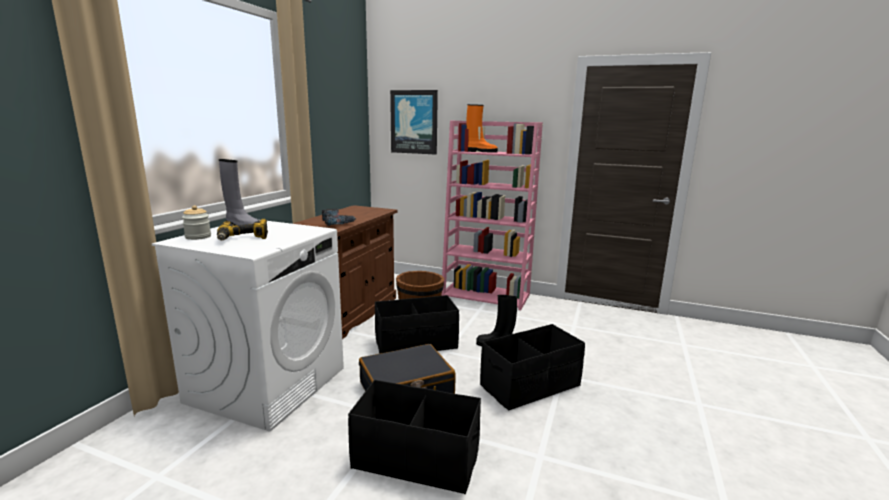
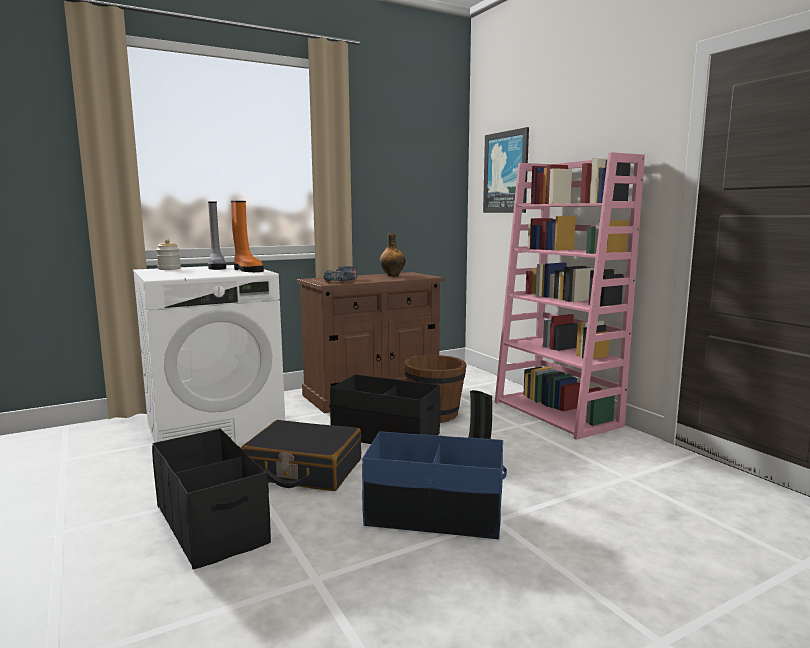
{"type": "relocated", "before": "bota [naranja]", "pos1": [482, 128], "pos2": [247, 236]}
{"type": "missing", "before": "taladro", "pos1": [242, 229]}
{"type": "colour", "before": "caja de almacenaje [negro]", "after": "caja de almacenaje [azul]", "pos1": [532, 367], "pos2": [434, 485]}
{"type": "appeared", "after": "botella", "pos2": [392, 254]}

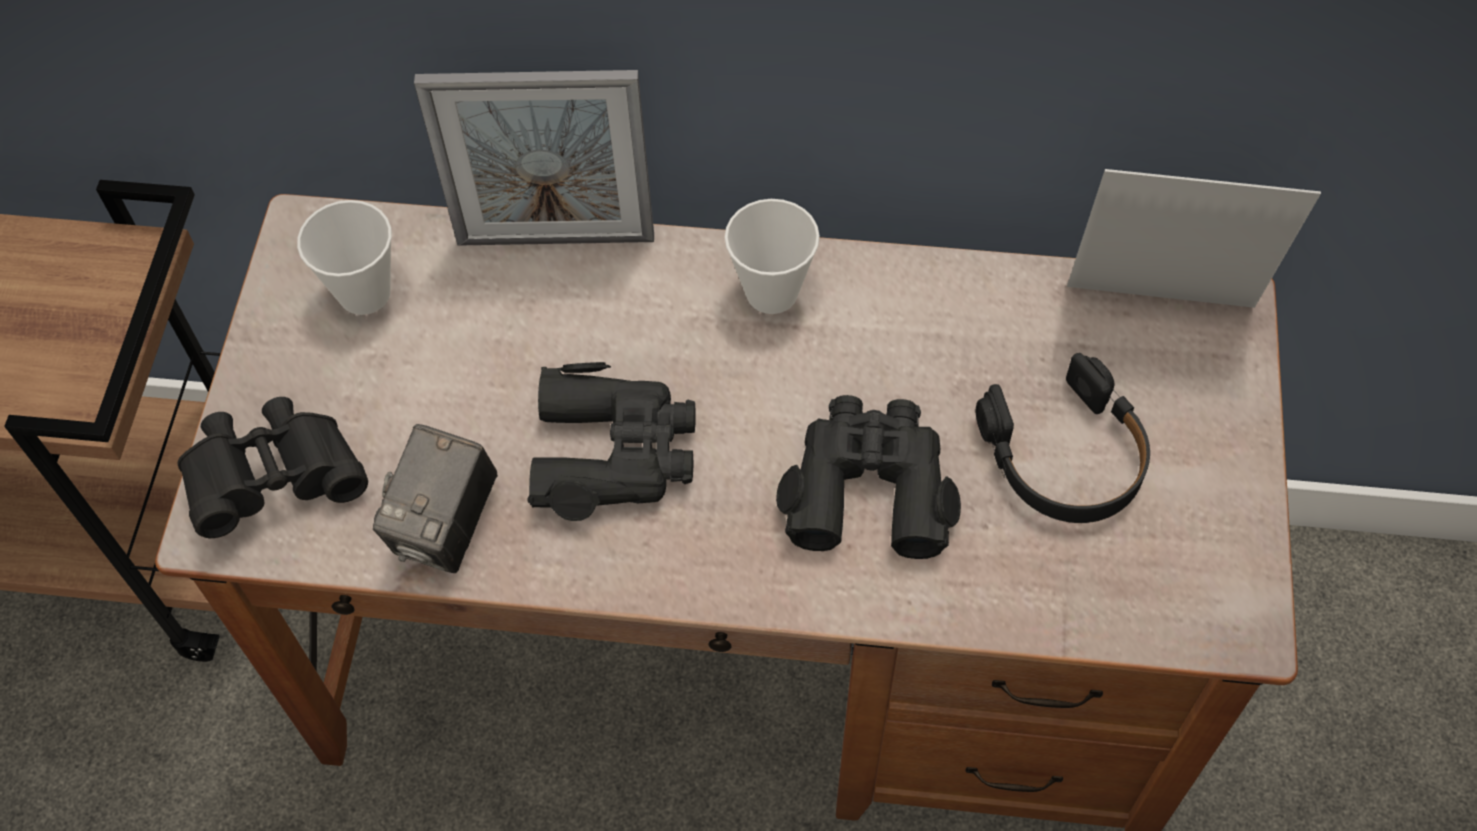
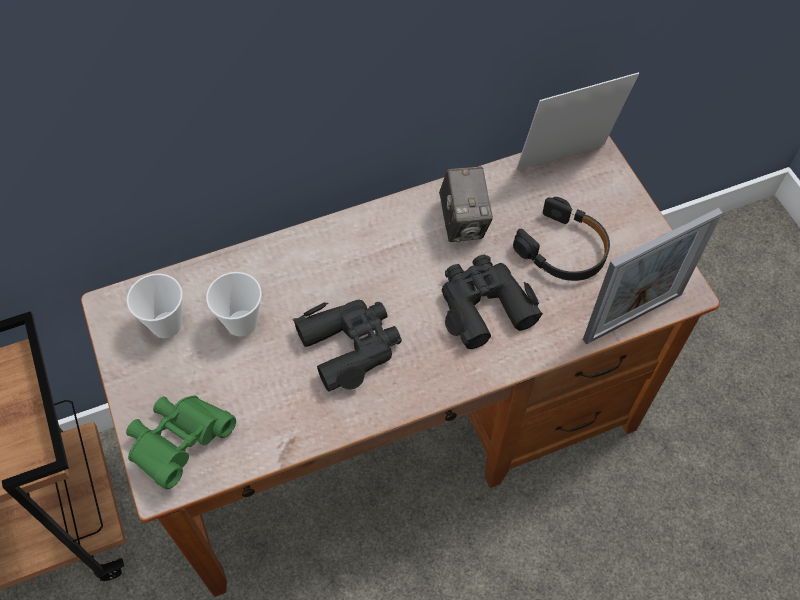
{"type": "relocated", "before": "portarretratos", "pos1": [534, 158], "pos2": [653, 276]}
{"type": "relocated", "before": "taza", "pos1": [772, 256], "pos2": [234, 304]}
{"type": "colour", "before": "prismáticos [negro]", "after": "prismáticos [verde]", "pos1": [272, 467], "pos2": [181, 442]}
{"type": "relocated", "before": "cámara", "pos1": [435, 498], "pos2": [466, 204]}

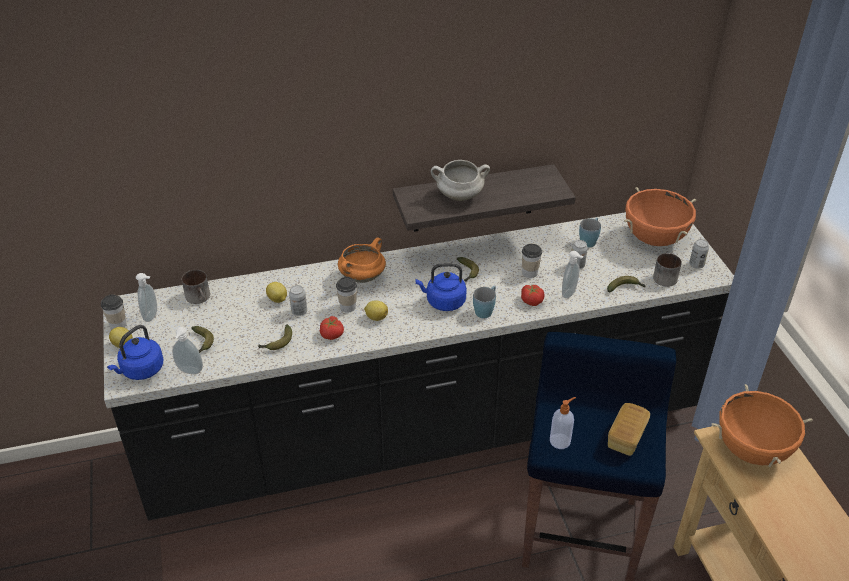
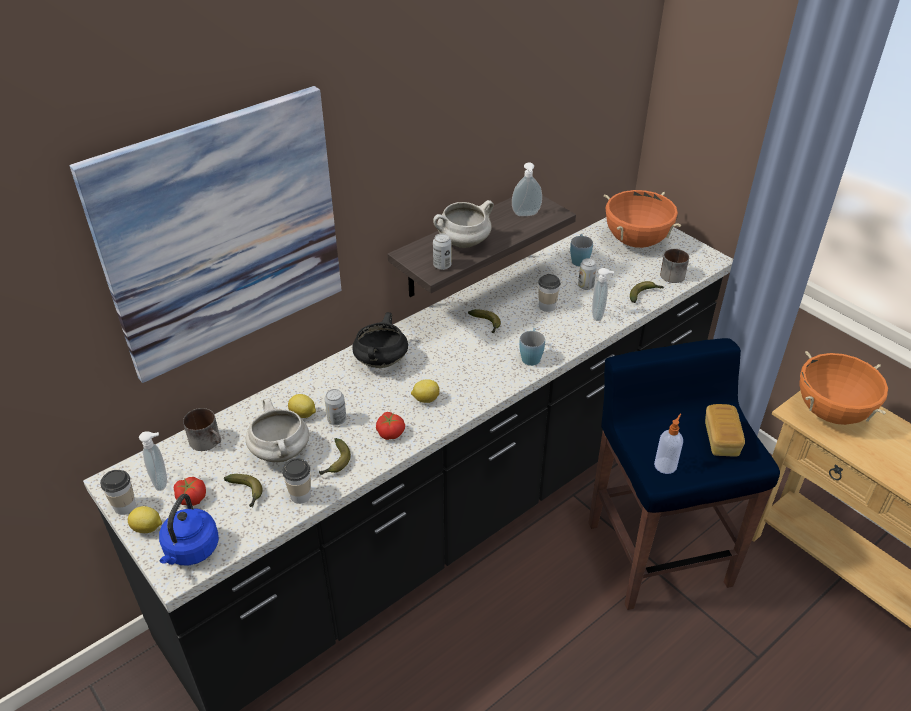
{"type": "colour", "before": "olla [naranja]", "after": "olla [negro]", "pos1": [362, 260], "pos2": [380, 340]}
{"type": "relocated", "before": "lata", "pos1": [699, 254], "pos2": [442, 251]}
{"type": "missing", "before": "hervidor [azul]", "pos1": [441, 287]}
{"type": "relocated", "before": "taza", "pos1": [346, 295], "pos2": [296, 481]}
{"type": "relocated", "before": "tomate", "pos1": [532, 295], "pos2": [189, 491]}
{"type": "relocated", "before": "dispensador de jabón", "pos1": [187, 350], "pos2": [527, 189]}
{"type": "appeared", "after": "cuadro", "pos2": [205, 234]}
{"type": "appeared", "after": "olla [blanco]", "pos2": [277, 430]}

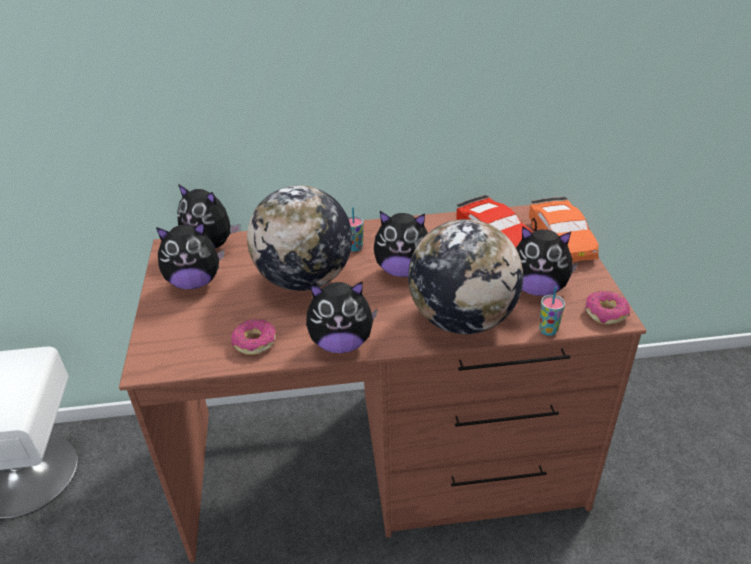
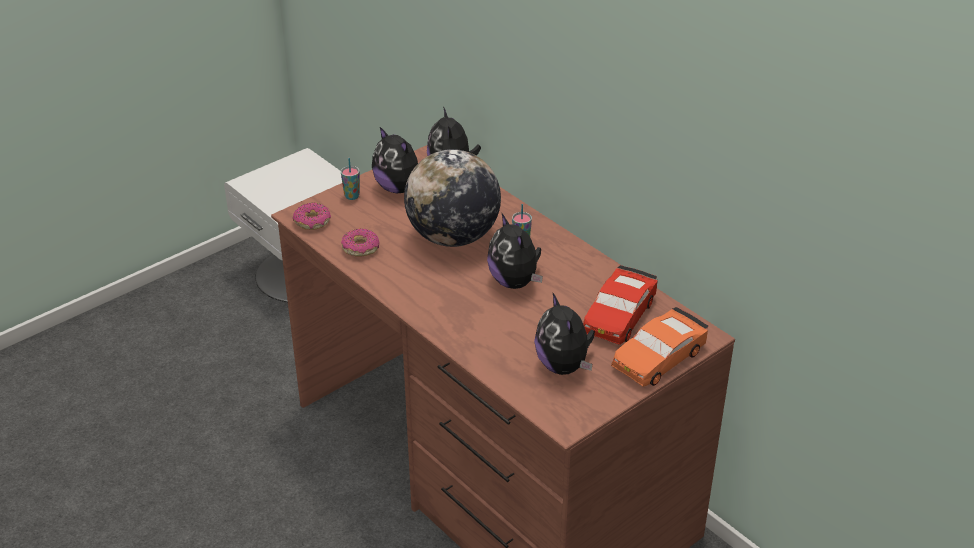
{"type": "missing", "before": "globo terráqueo", "pos1": [465, 276]}
{"type": "missing", "before": "peluche", "pos1": [341, 317]}
{"type": "relocated", "before": "taza", "pos1": [552, 311], "pos2": [350, 179]}
{"type": "relocated", "before": "rosquilla", "pos1": [607, 307], "pos2": [312, 216]}

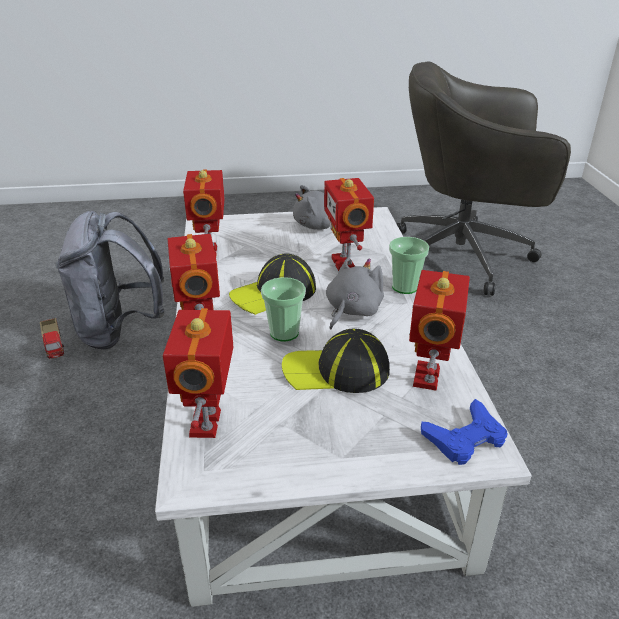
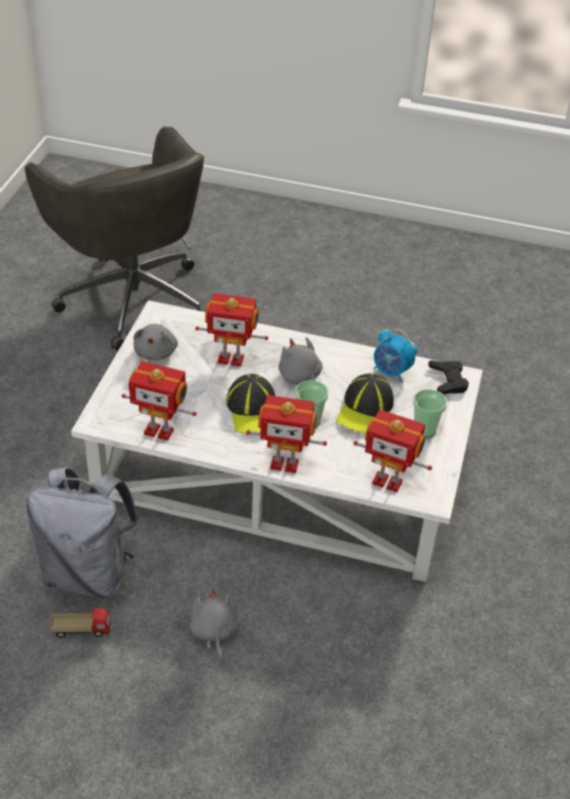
{"type": "spun", "before": "silla de oficina [gris]", "pos1": [484, 179], "pos2": [115, 239], "turn": -60}
{"type": "relocated", "before": "taza", "pos1": [409, 265], "pos2": [430, 413]}
{"type": "exchanged", "before": "robot de juguete", "after": "despertador", "pos1": [439, 330], "pos2": [395, 355]}
{"type": "colour", "before": "mando de consola [azul]", "after": "mando de consola [negro]", "pos1": [464, 432], "pos2": [448, 377]}
{"type": "appeared", "after": "peluche [gris]", "pos2": [214, 625]}

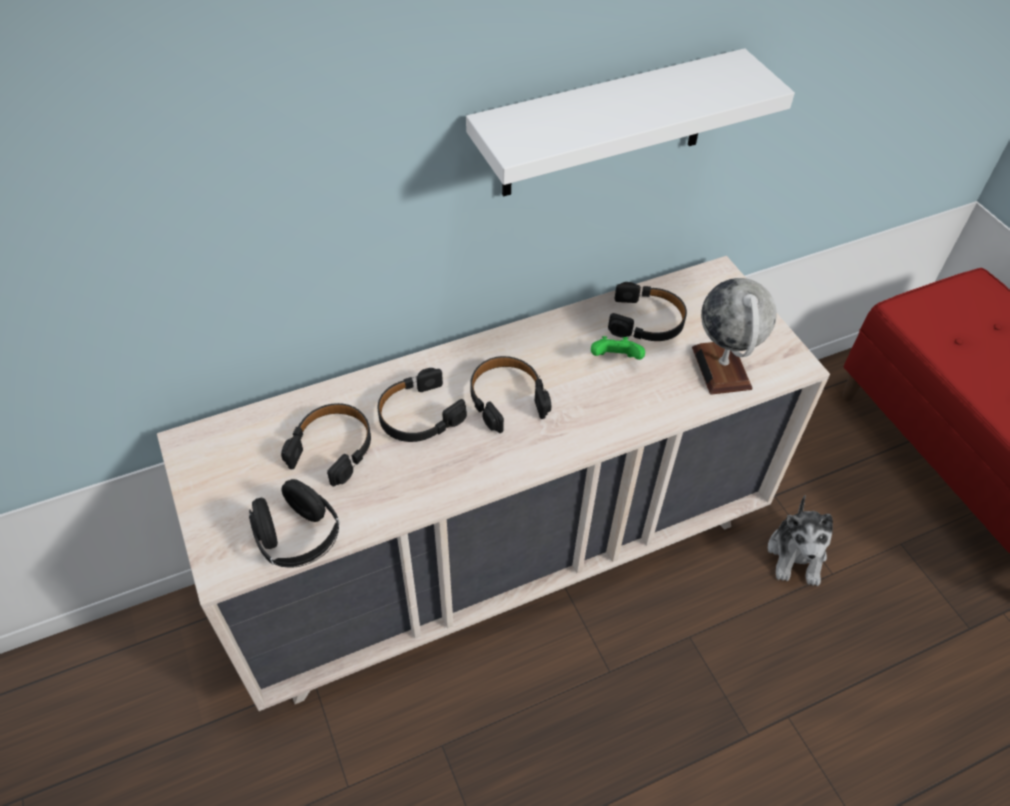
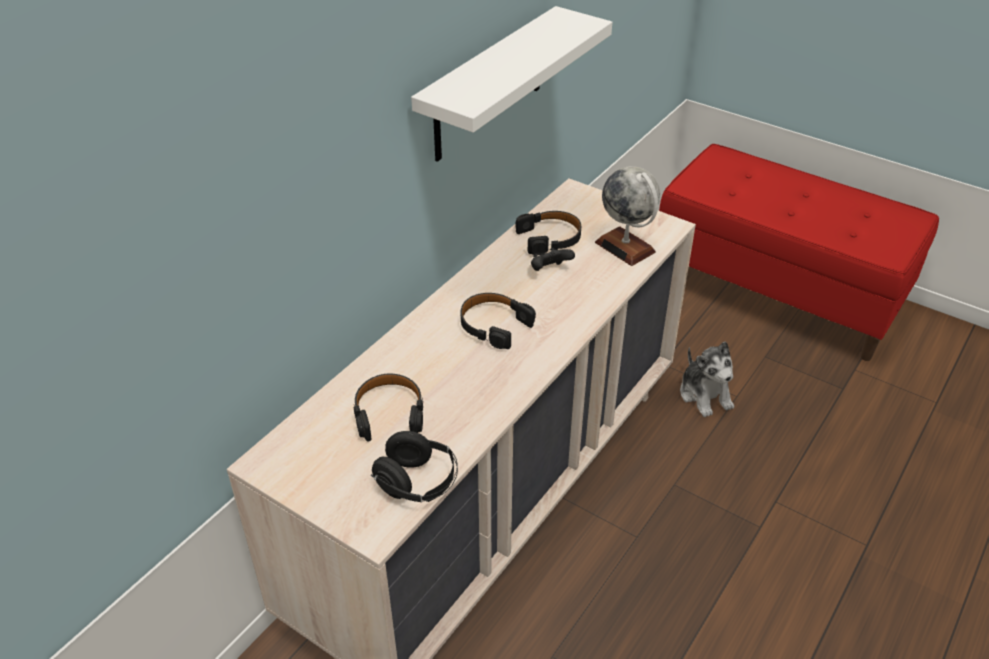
{"type": "colour", "before": "mando de consola [verde]", "after": "mando de consola [negro]", "pos1": [618, 348], "pos2": [553, 259]}
{"type": "missing", "before": "auriculares [negro]", "pos1": [422, 405]}

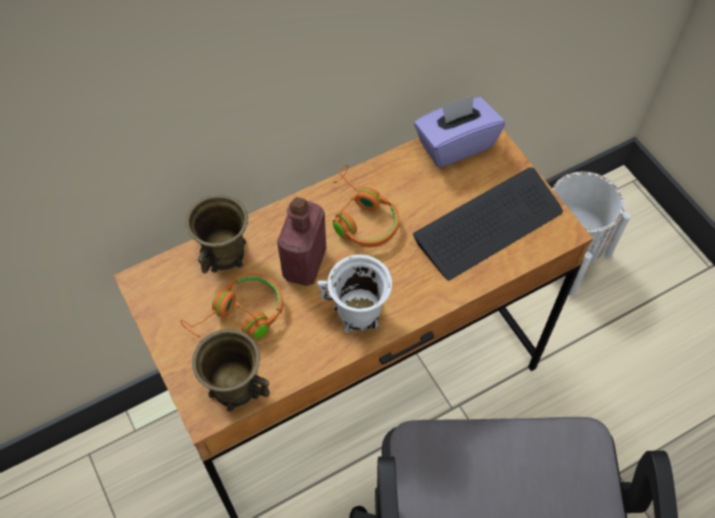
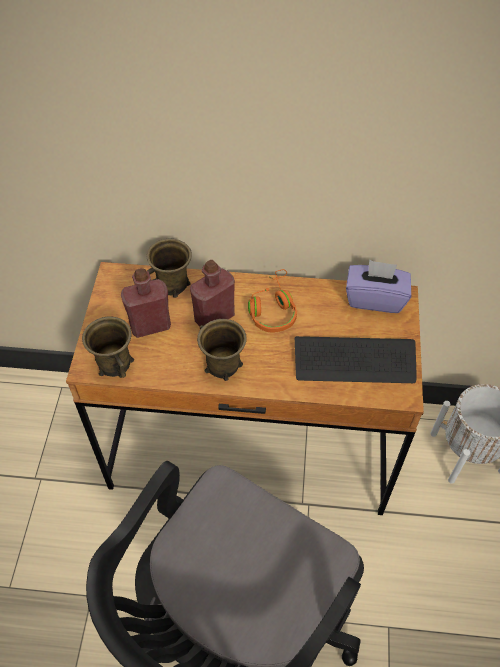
{"type": "colour", "before": "taza grande [blanco]", "after": "taza grande [marrón]", "pos1": [354, 294], "pos2": [222, 350]}
{"type": "exchanged", "before": "auriculares [naranja]", "after": "botella [rojo]", "pos1": [231, 306], "pos2": [146, 303]}

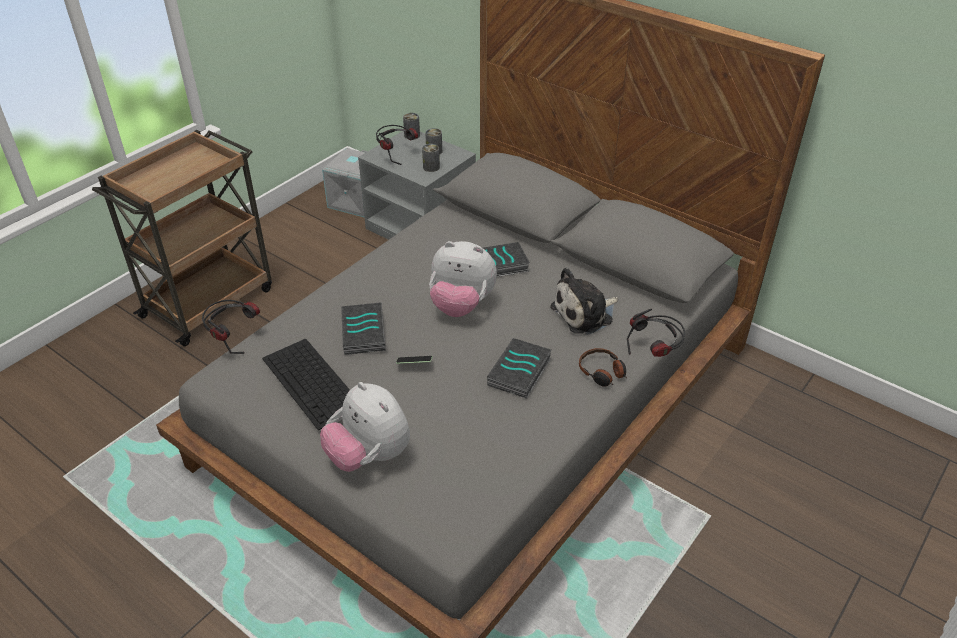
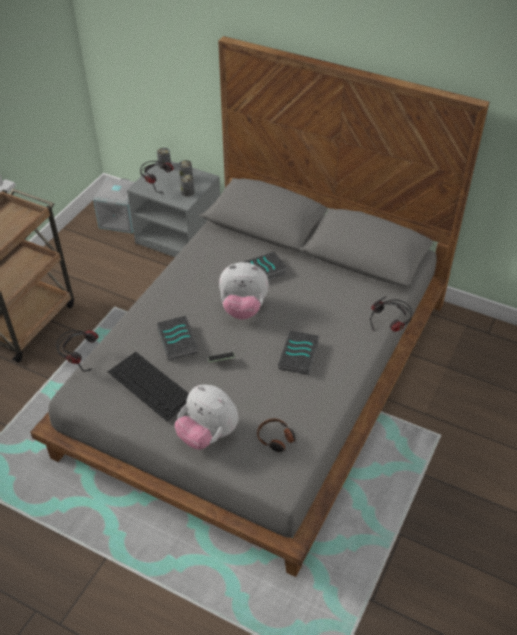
{"type": "missing", "before": "peluche", "pos1": [584, 301]}
{"type": "relocated", "before": "auriculares", "pos1": [603, 367], "pos2": [276, 435]}

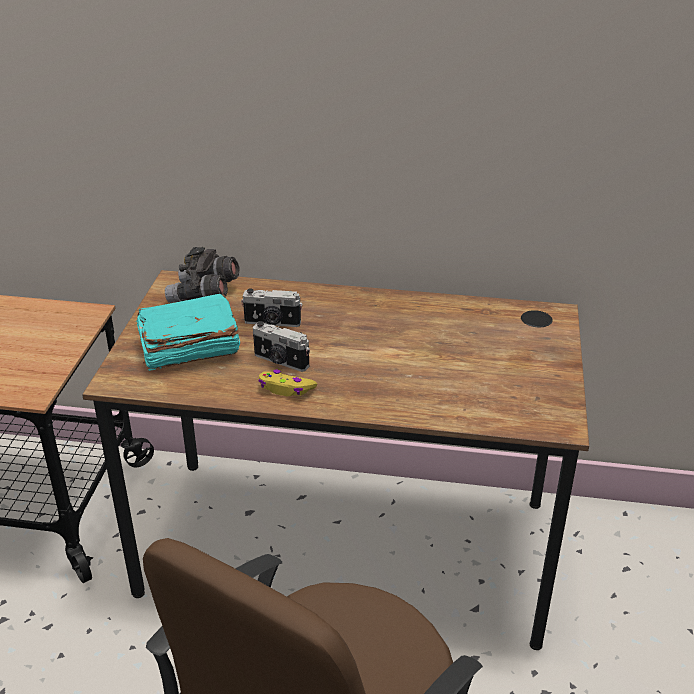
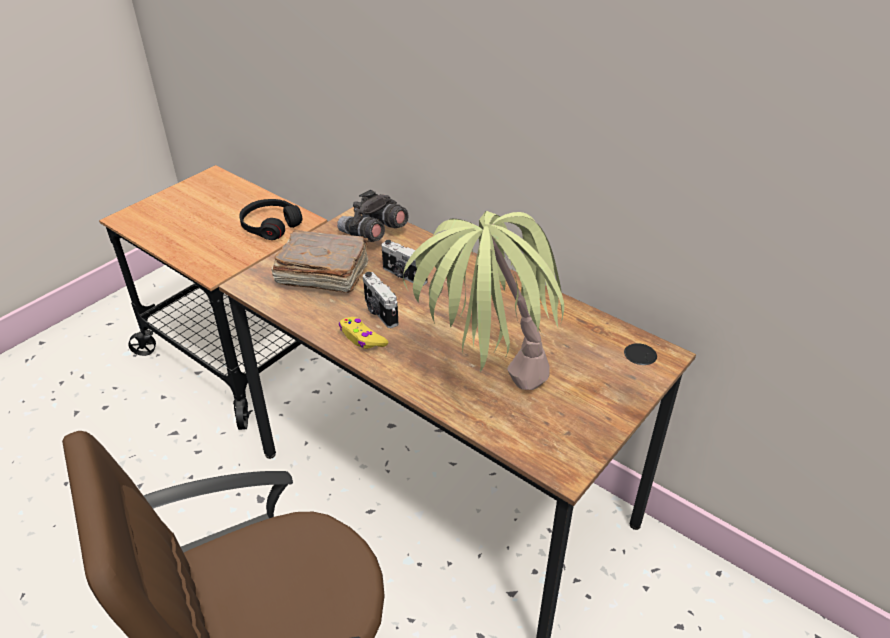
{"type": "colour", "before": "libro [turquesa]", "after": "libro [marrón]", "pos1": [188, 332], "pos2": [320, 261]}
{"type": "appeared", "after": "auriculares [negro]", "pos2": [270, 219]}
{"type": "appeared", "after": "planta en maceta", "pos2": [483, 300]}

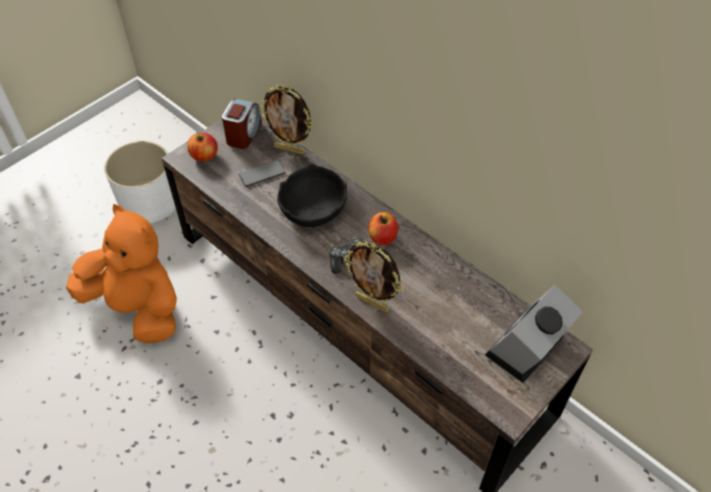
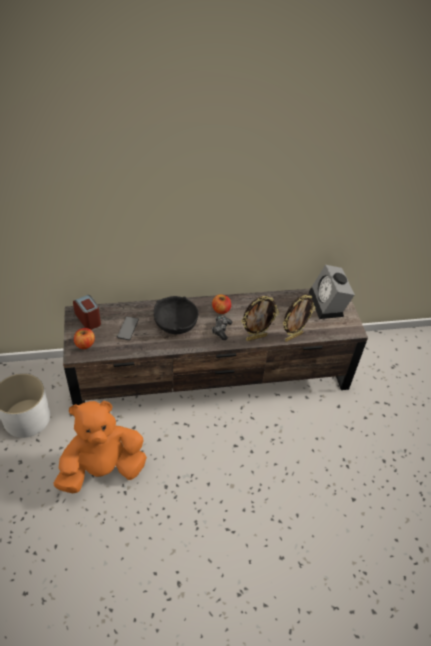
{"type": "relocated", "before": "portarretratos", "pos1": [286, 120], "pos2": [299, 318]}

